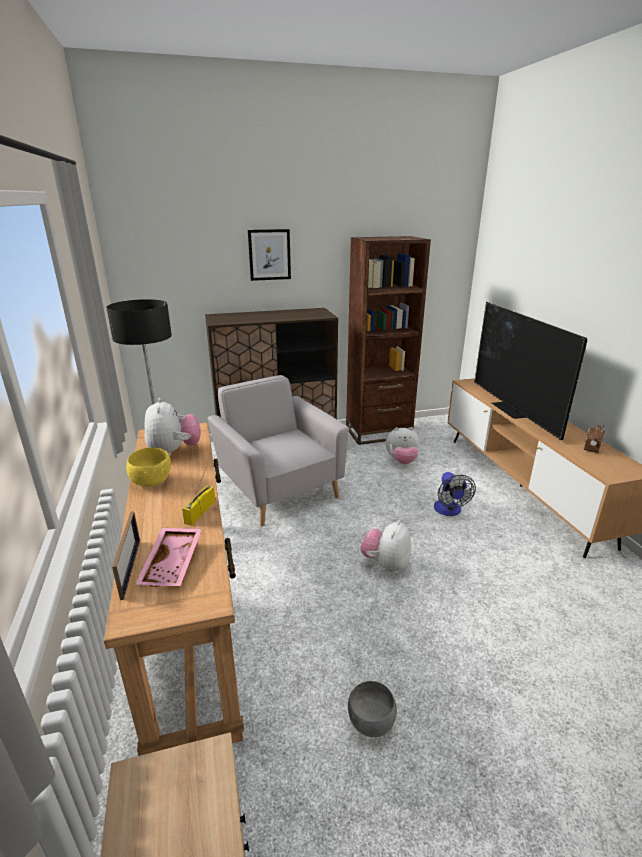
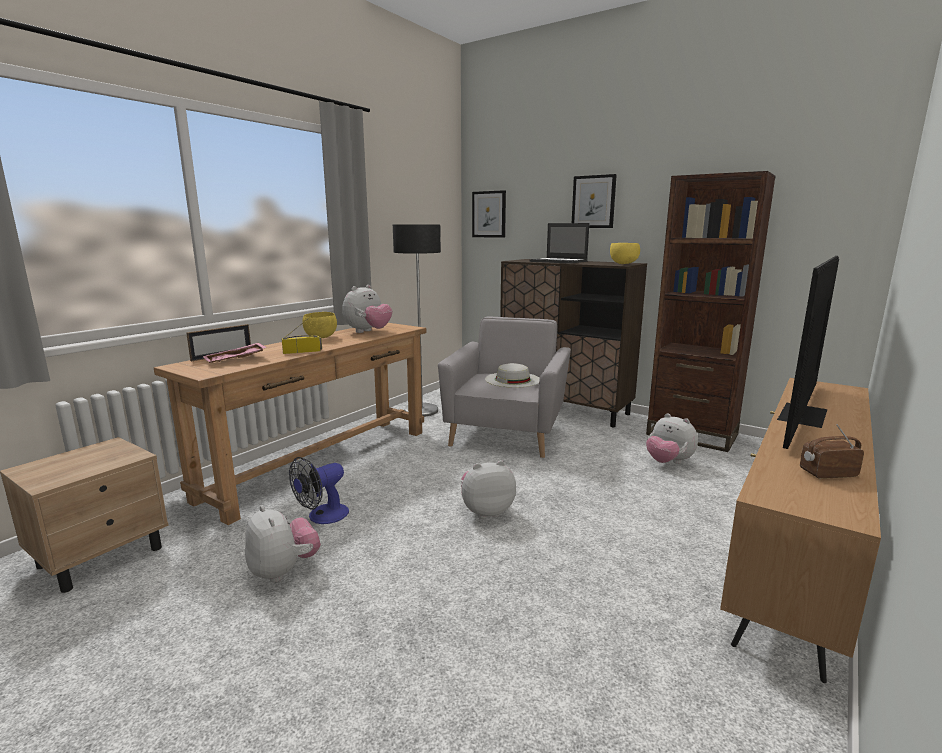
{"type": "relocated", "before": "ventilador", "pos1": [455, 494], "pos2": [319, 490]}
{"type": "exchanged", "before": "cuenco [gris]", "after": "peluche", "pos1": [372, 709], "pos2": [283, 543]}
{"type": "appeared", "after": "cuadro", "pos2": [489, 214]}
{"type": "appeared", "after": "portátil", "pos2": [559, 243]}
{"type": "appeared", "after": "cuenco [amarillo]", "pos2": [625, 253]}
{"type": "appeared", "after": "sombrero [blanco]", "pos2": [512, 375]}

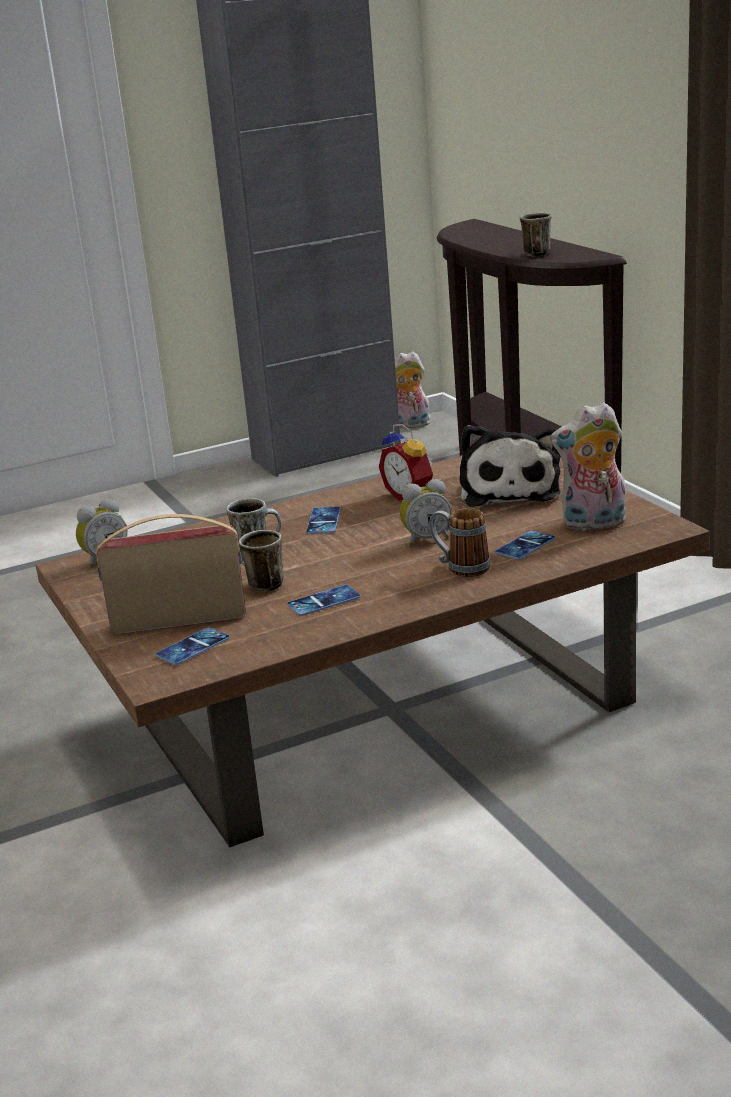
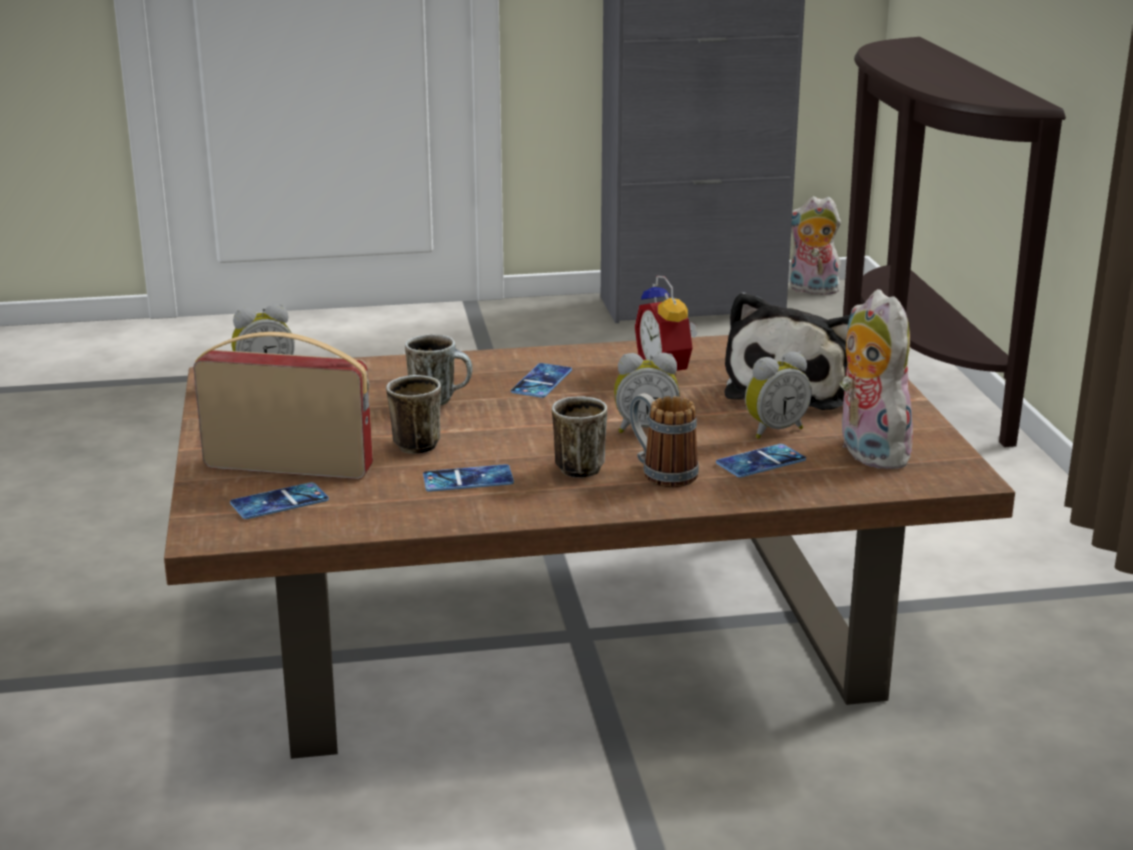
{"type": "relocated", "before": "taza grande", "pos1": [535, 235], "pos2": [579, 437]}
{"type": "spun", "before": "peluche", "pos1": [588, 466], "pos2": [878, 379], "turn": 60}
{"type": "appeared", "after": "despertador", "pos2": [778, 395]}

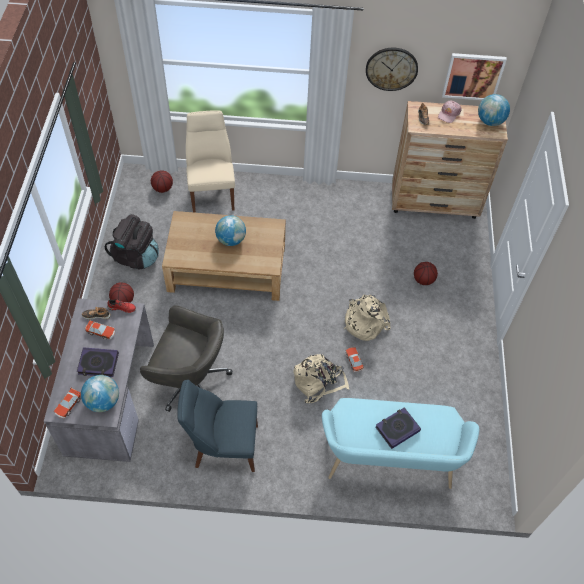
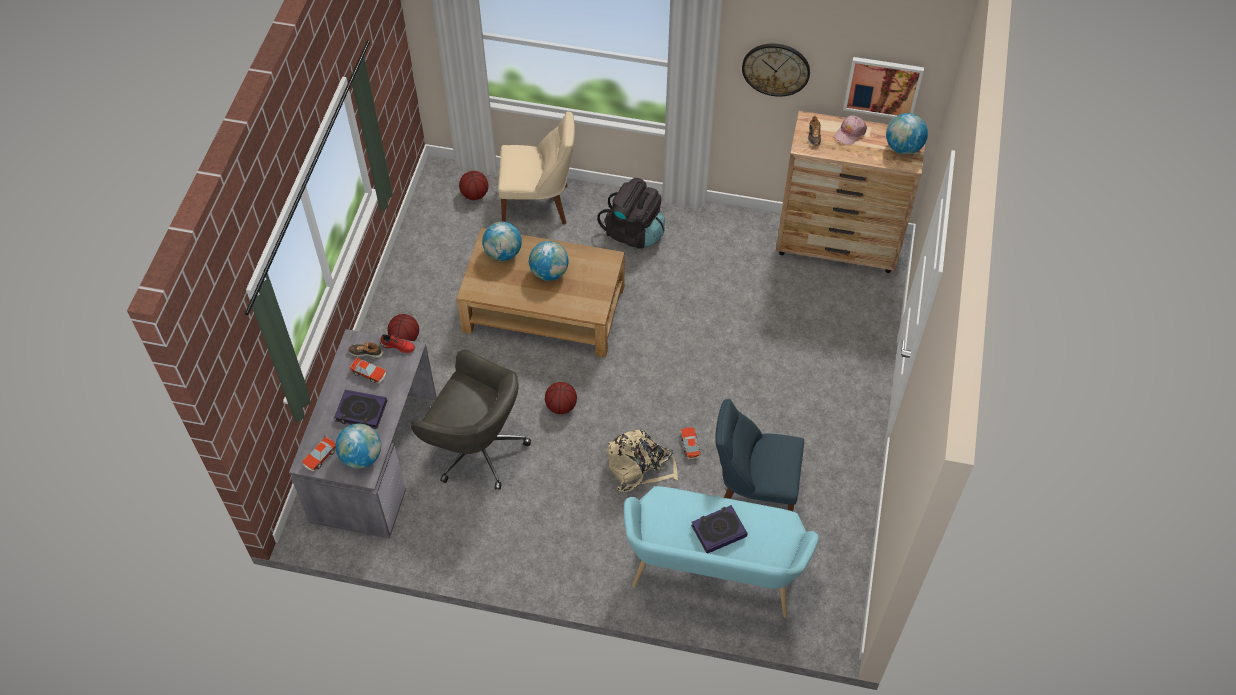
{"type": "spun", "before": "silla [beis]", "pos1": [210, 161], "pos2": [536, 167], "turn": 90}
{"type": "relocated", "before": "mochila [negro]", "pos1": [132, 241], "pos2": [631, 213]}
{"type": "relocated", "before": "balón de baloncesto", "pos1": [426, 273], "pos2": [561, 398]}
{"type": "missing", "before": "mochila [beis]", "pos1": [367, 318]}
{"type": "relocated", "before": "silla [azul]", "pos1": [217, 425], "pos2": [759, 455]}
{"type": "appeared", "after": "globo terráqueo", "pos2": [502, 241]}

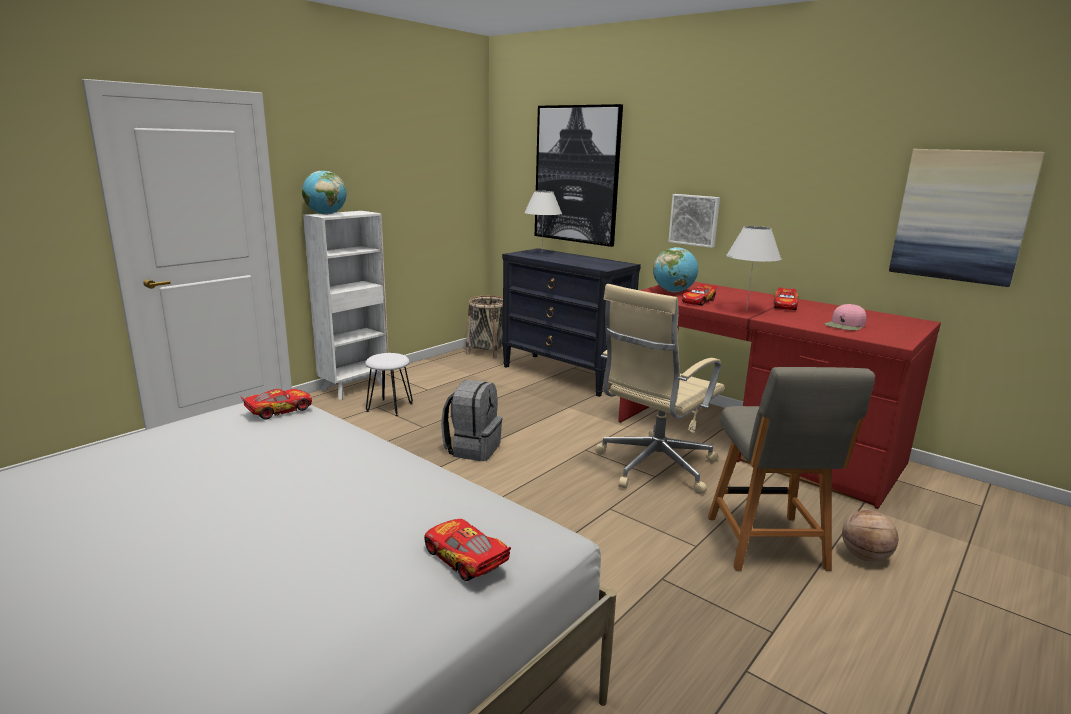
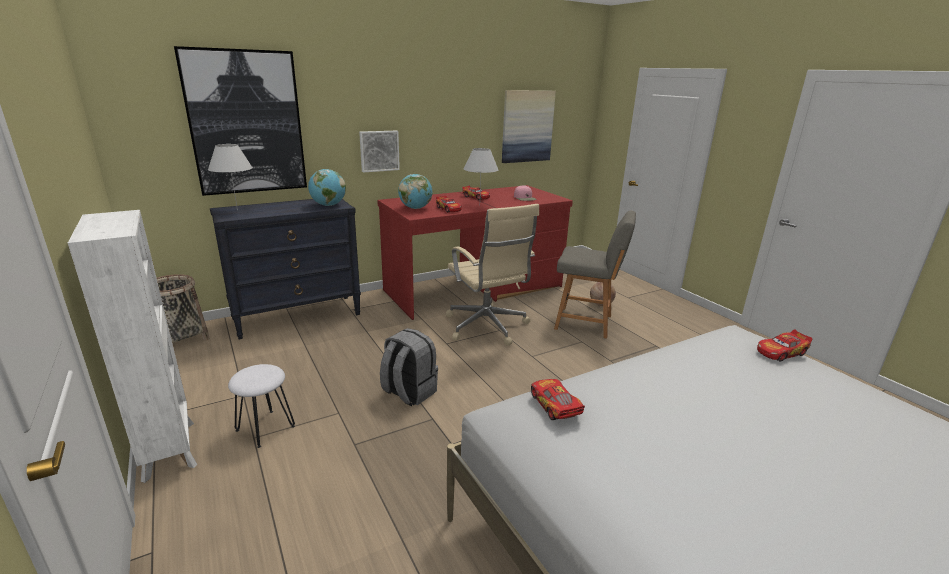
{"type": "relocated", "before": "globo terráqueo", "pos1": [324, 193], "pos2": [327, 187]}

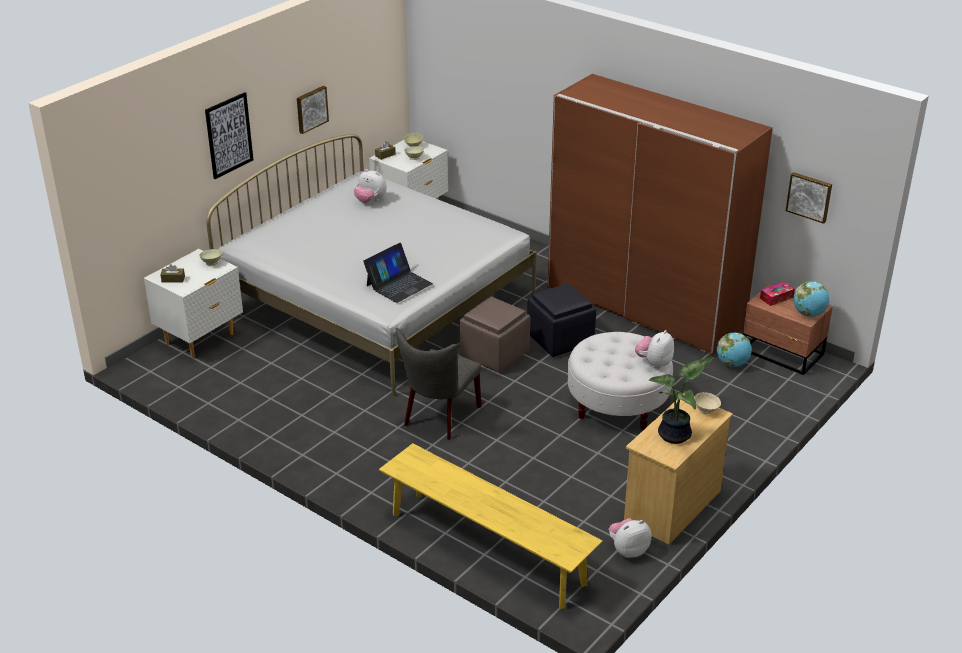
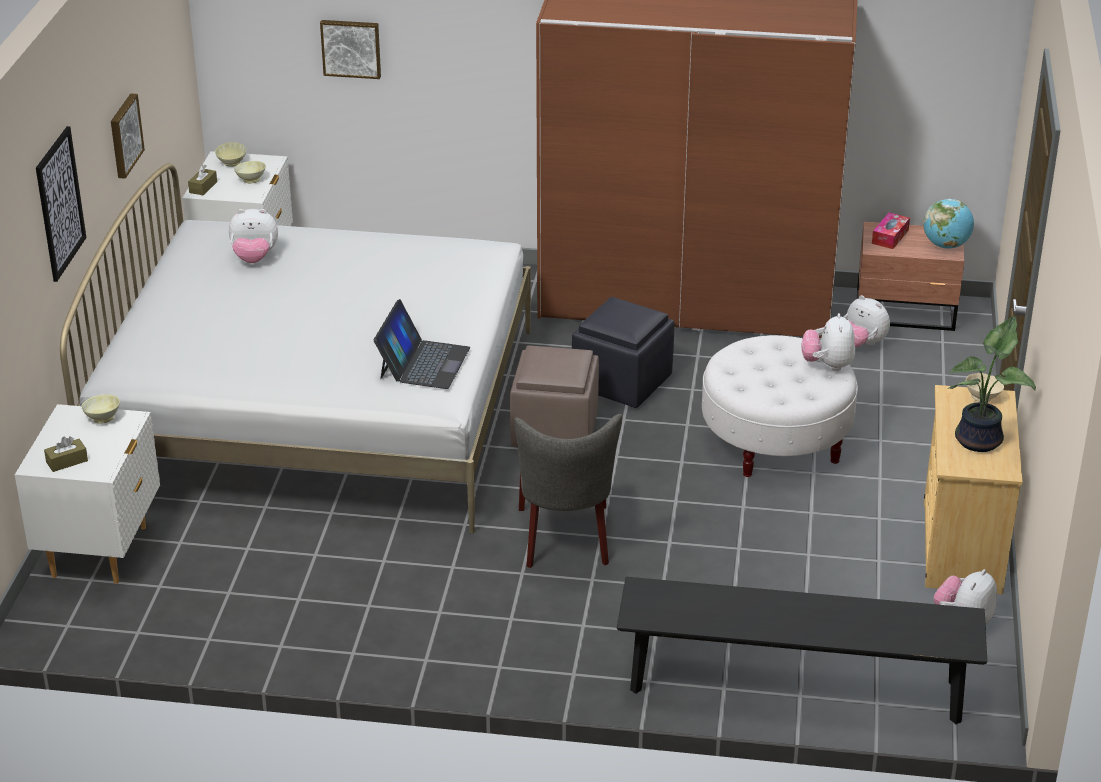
{"type": "relocated", "before": "cuadro", "pos1": [809, 198], "pos2": [350, 49]}
{"type": "exchanged", "before": "globo terráqueo", "after": "peluche", "pos1": [734, 350], "pos2": [867, 321]}
{"type": "colour", "before": "banco [amarillo]", "after": "banco [negro]", "pos1": [491, 526], "pos2": [802, 650]}

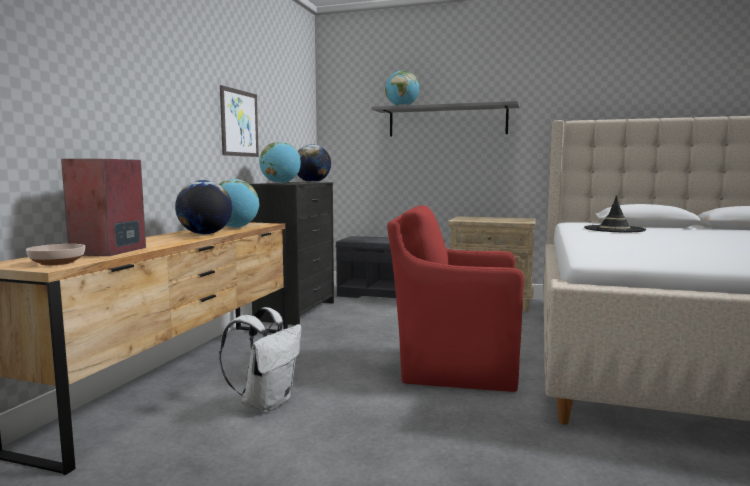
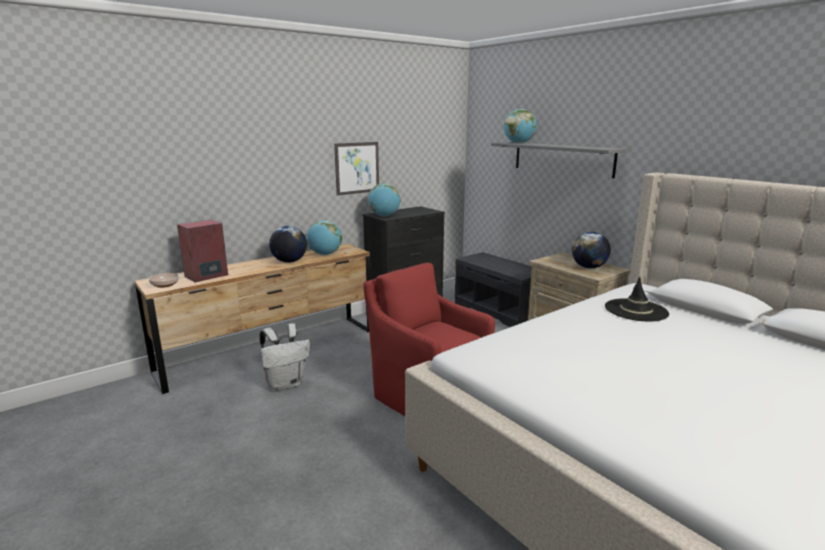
{"type": "relocated", "before": "globo terráqueo", "pos1": [314, 163], "pos2": [591, 250]}

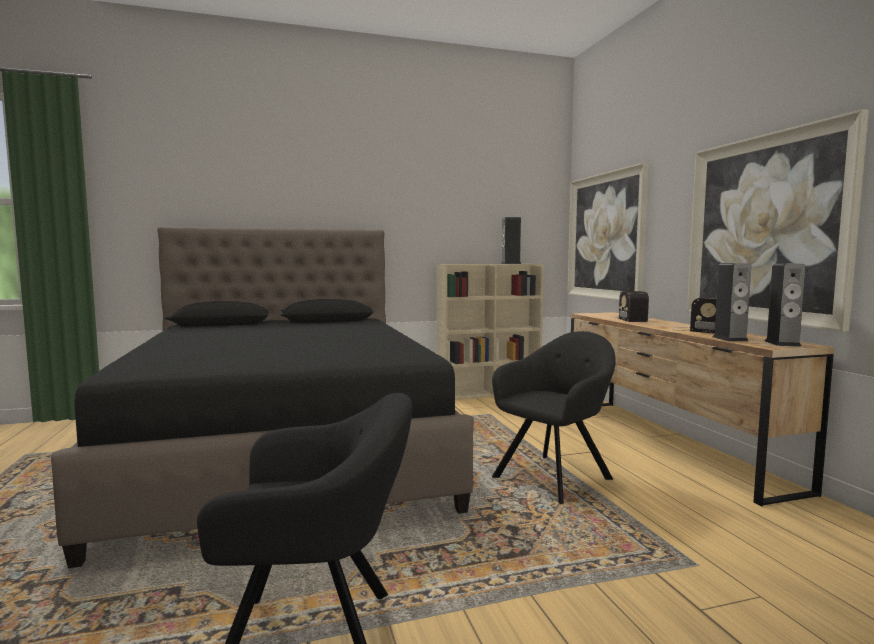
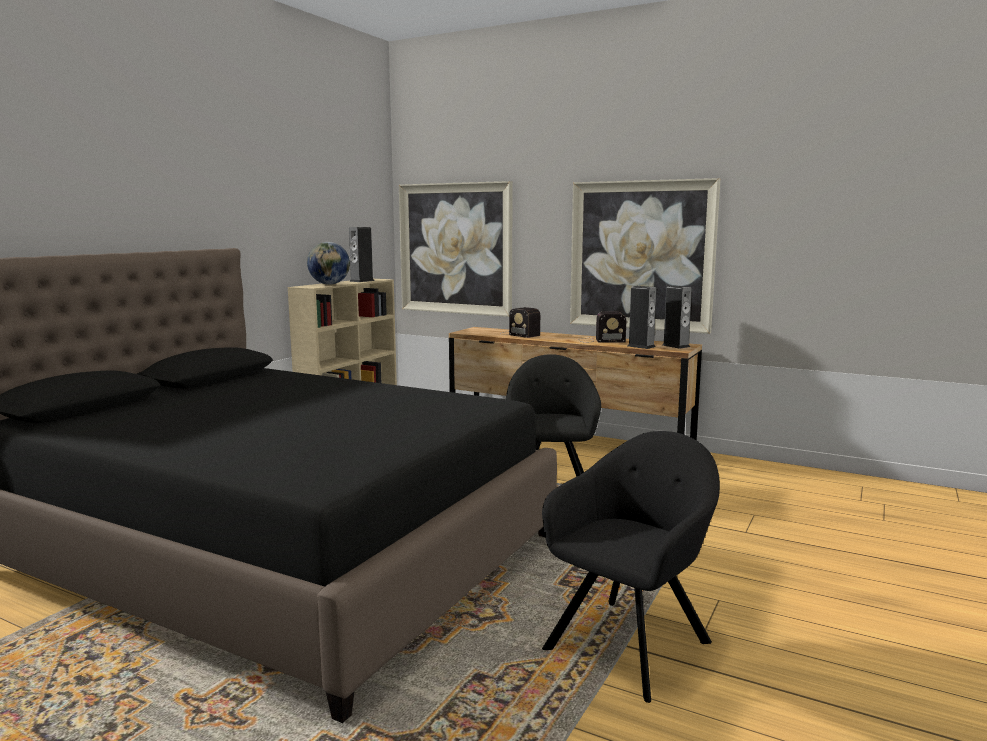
{"type": "appeared", "after": "globo terráqueo", "pos2": [328, 263]}

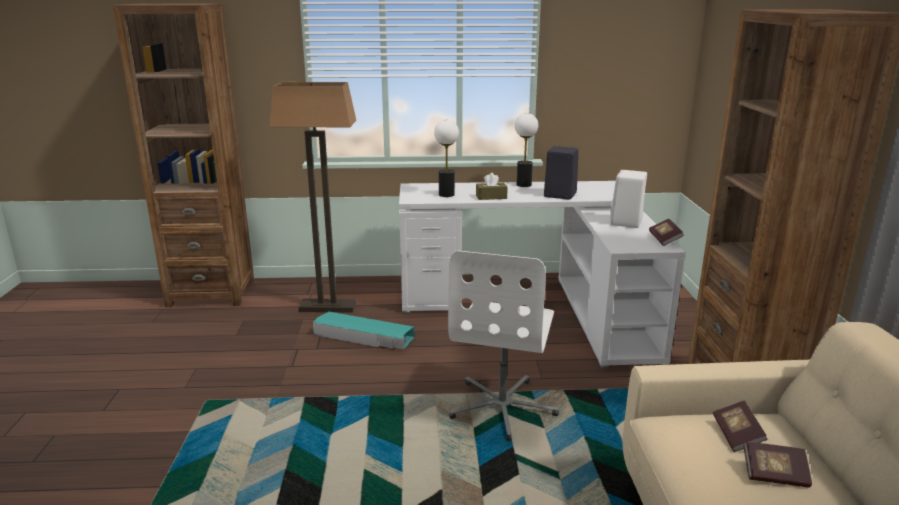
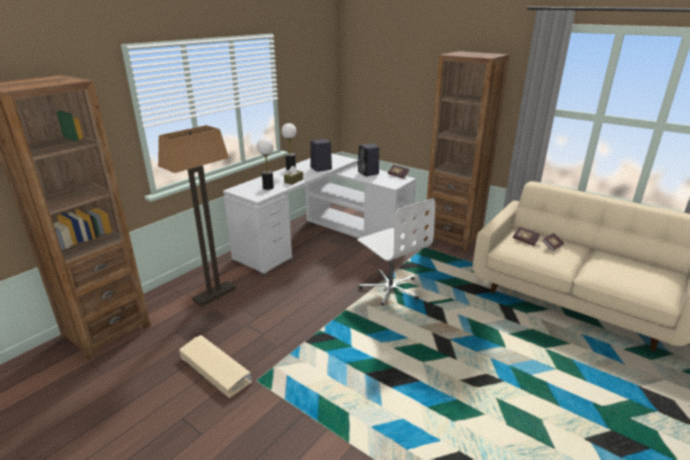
{"type": "colour", "before": "altavoz [blanco]", "after": "altavoz [negro]", "pos1": [628, 199], "pos2": [368, 159]}
{"type": "missing", "before": "caja de almacenaje [turquesa]", "pos1": [364, 330]}
{"type": "appeared", "after": "caja de almacenaje [beis]", "pos2": [215, 366]}

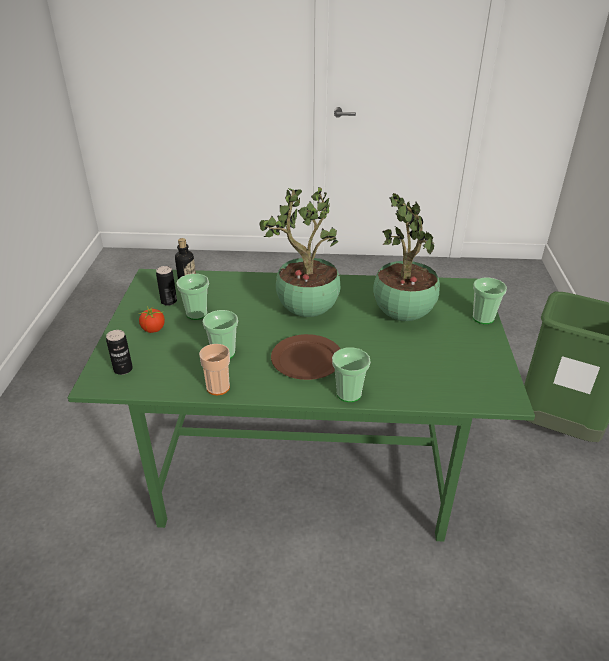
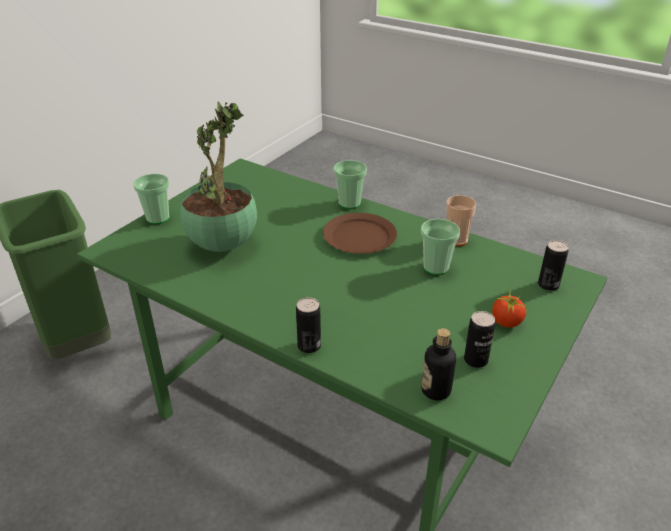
{"type": "missing", "before": "planta en maceta", "pos1": [299, 252]}
{"type": "missing", "before": "taza", "pos1": [193, 297]}
{"type": "appeared", "after": "lata", "pos2": [308, 325]}

